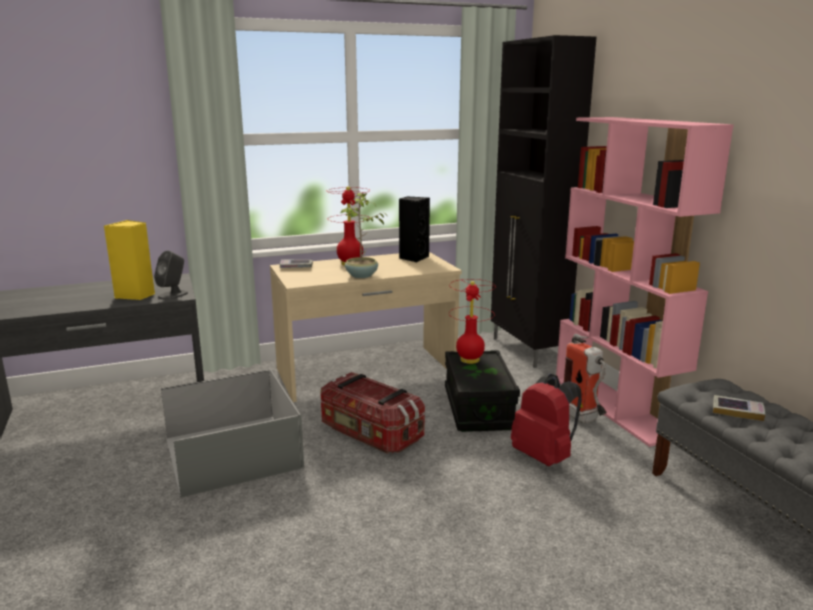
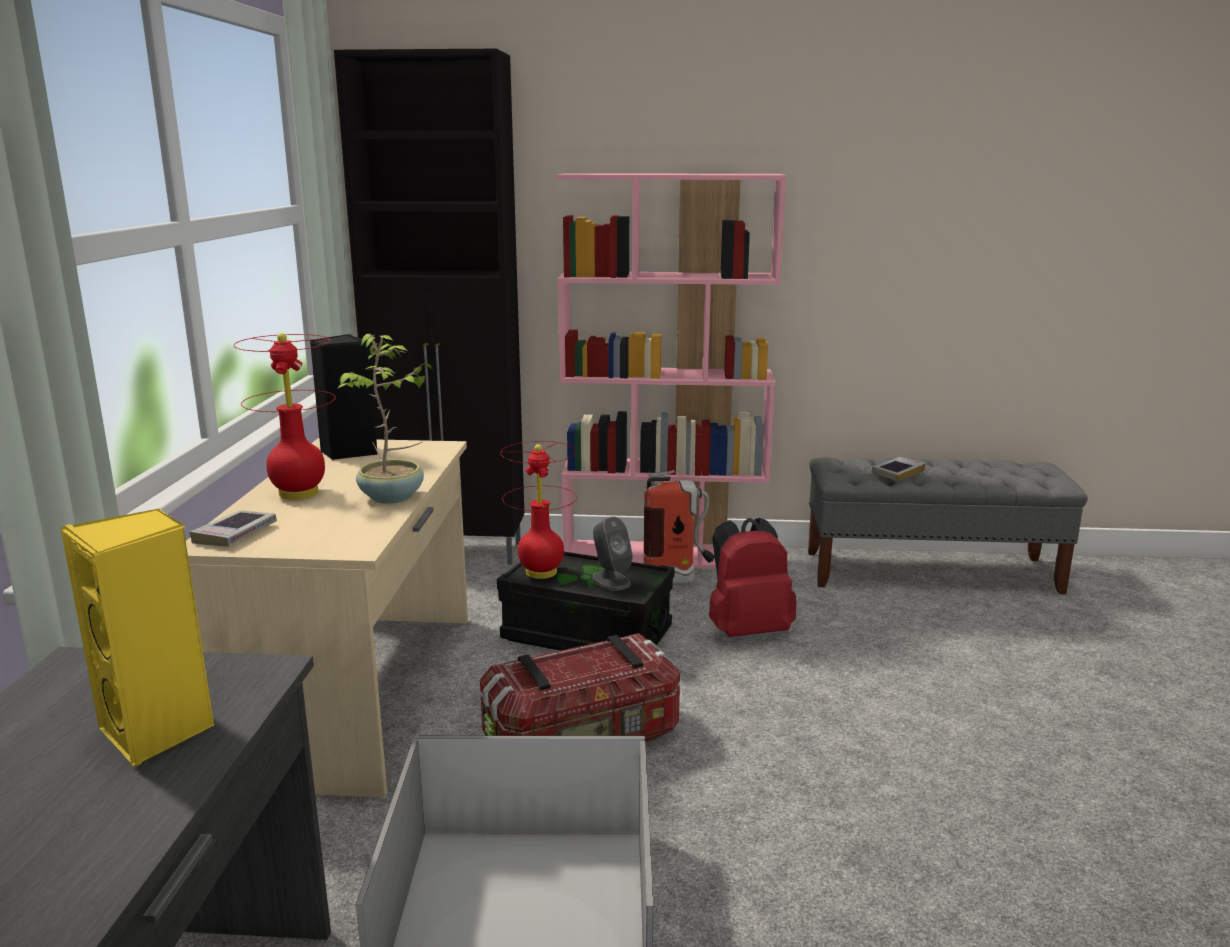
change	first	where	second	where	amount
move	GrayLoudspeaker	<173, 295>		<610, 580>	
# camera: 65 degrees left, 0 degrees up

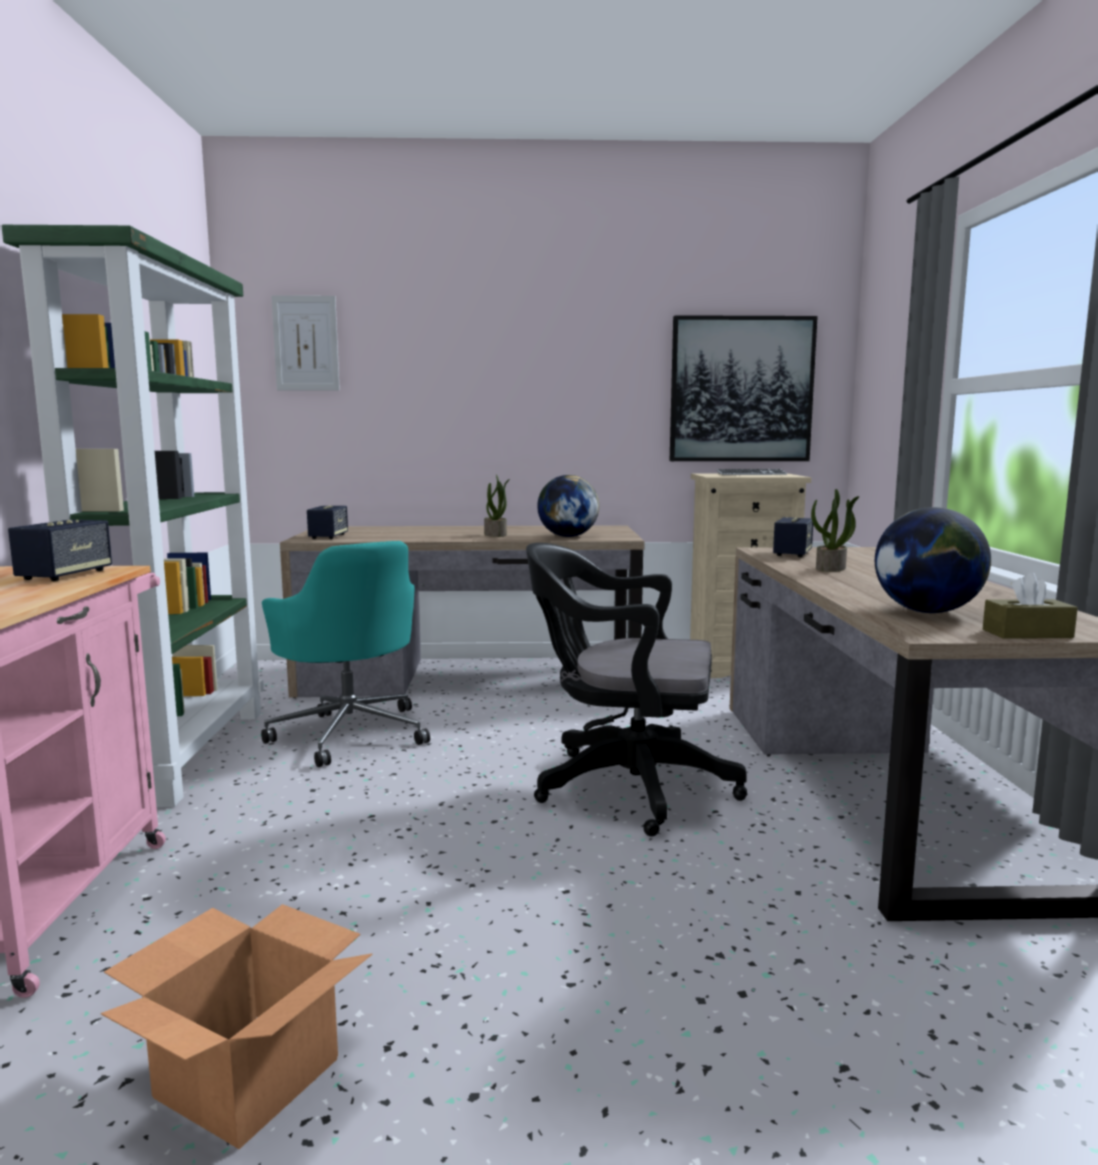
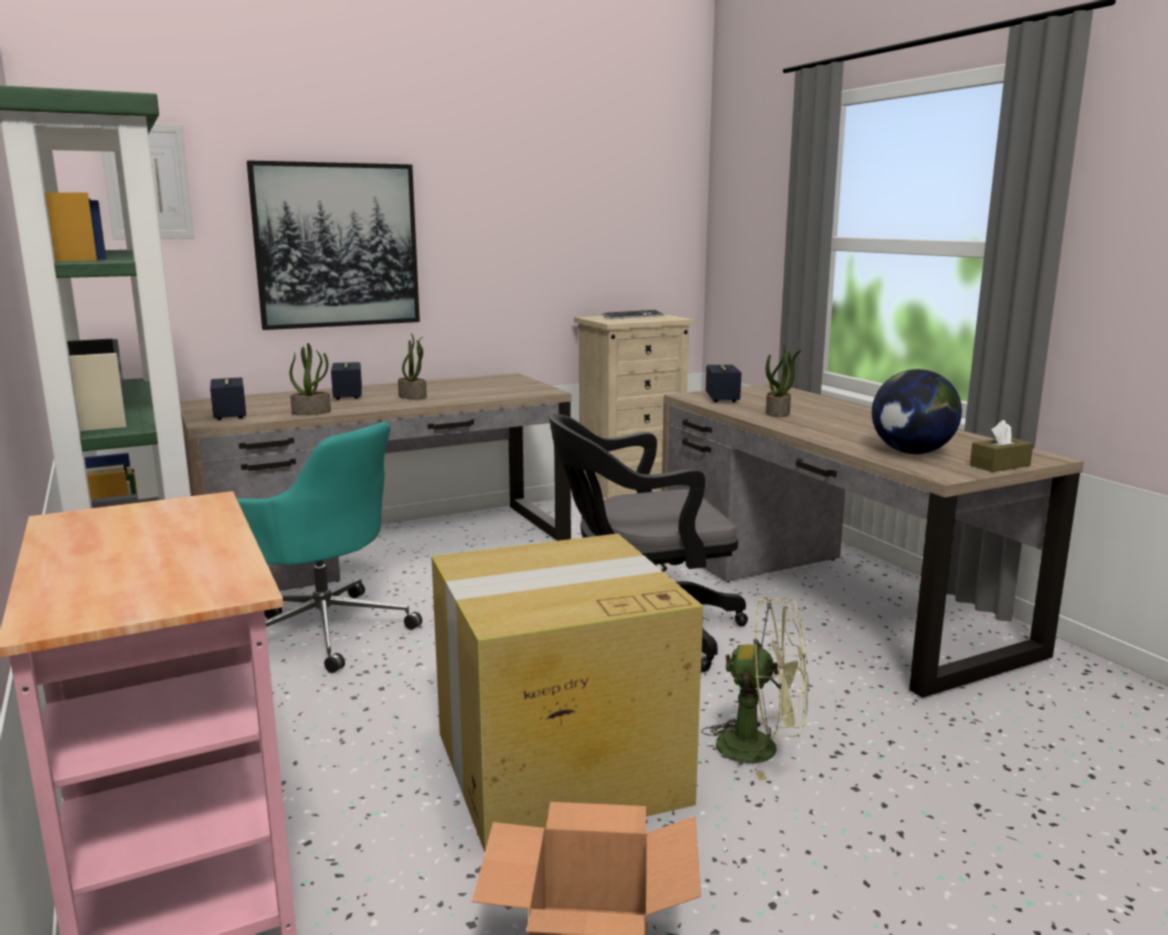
change	first	where	second	where	amount
move	WallArt	<741, 389>		<337, 245>	
delete	WorldGlobe	<568, 536>			
move	Loudspeaker	<65, 575>		<348, 396>	
insert			Houseplant	<312, 412>	
insert			CardboardBox	<556, 768>	
insert			GreenishFan	<761, 748>	
# camera: 25 degrees left, 5 degrees up

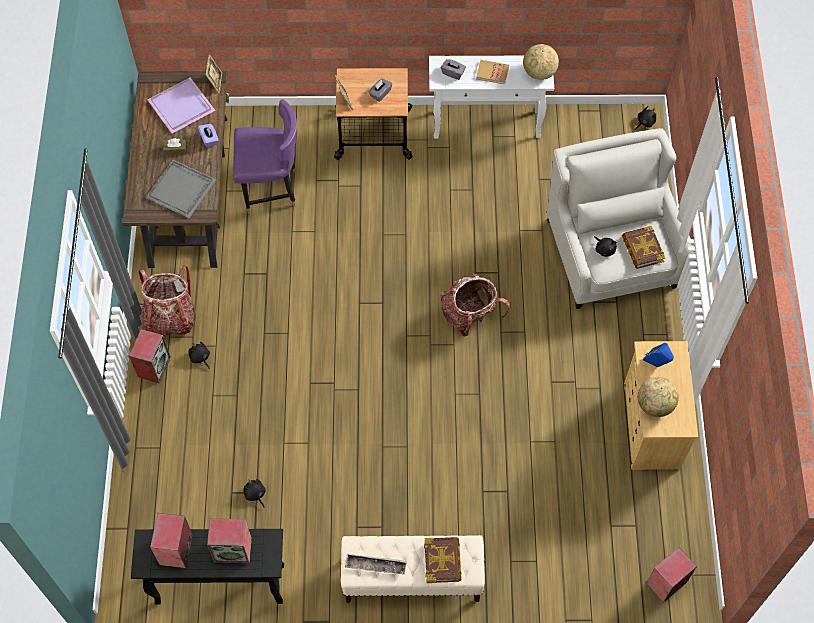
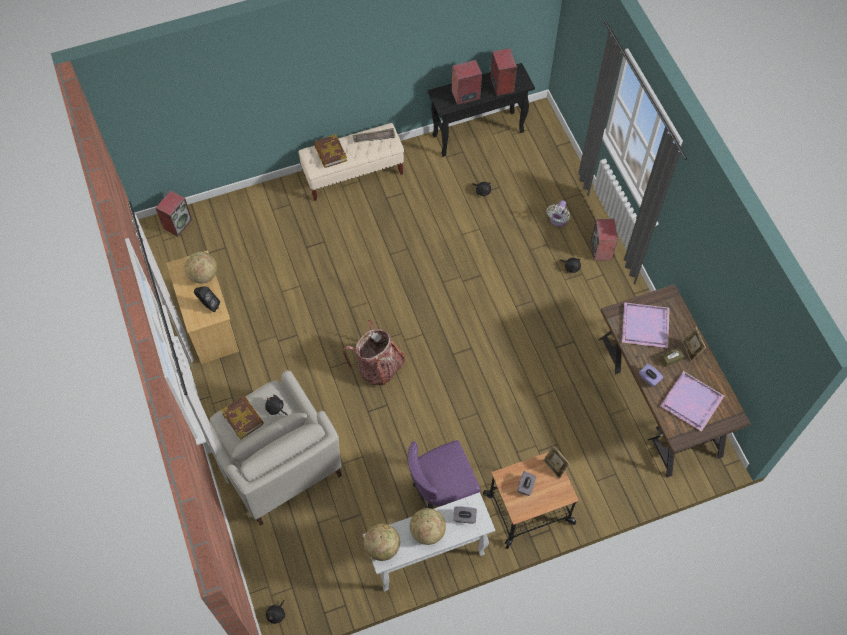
change	first	where	second	where	amount
move	StandingFrame	<215, 82>		<690, 350>	
replace	Book	<492, 73>	WorldGlobe	<427, 531>	
move	PurpleUprightChair	<271, 189>		<440, 496>	
recolor	GrayCarryingTray	<182, 189>	PurpleCarryingTray	<644, 326>	
delete	Backpack	<171, 318>			
recolor	BlueColouredLoudspeaker	<656, 364>	BlackLoudspeaker	<208, 306>	
insert			WhitishFan	<557, 220>	
# camera: 160 degrees right, 0 degrees up

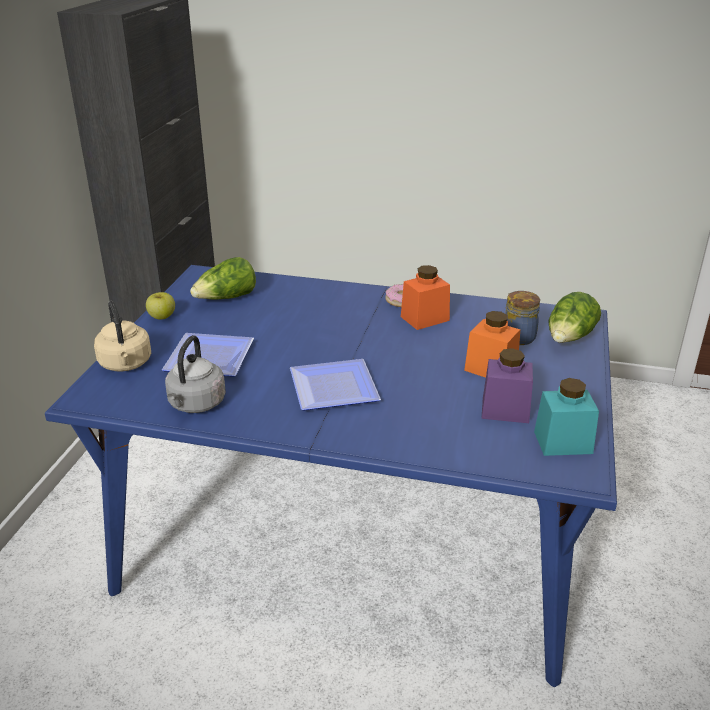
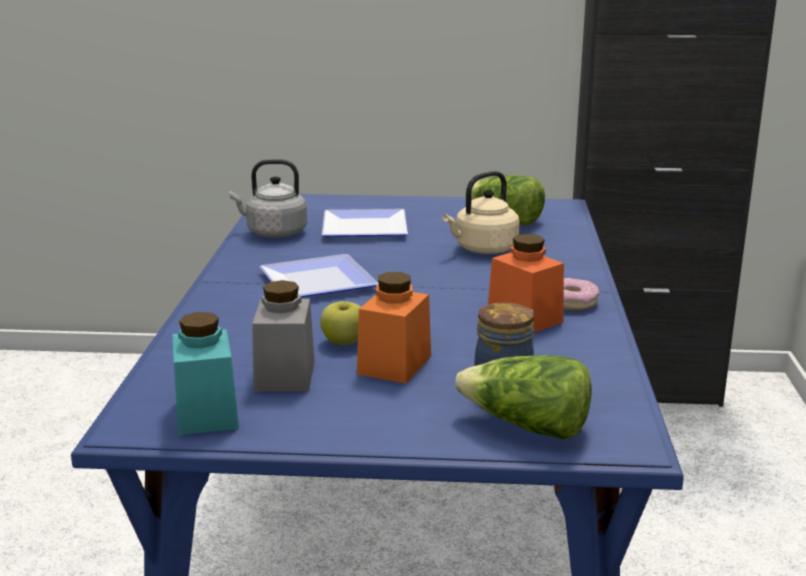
change	first	where	second	where	amount
move	Apple	<162, 317>		<344, 342>	
move	SandColouredTeaKettle	<126, 364>		<483, 249>	
recolor	PurplePreserveJar	<505, 410>	GrayPreserveJar	<285, 375>	
# camera: 80 degrees right, 10 degrees down

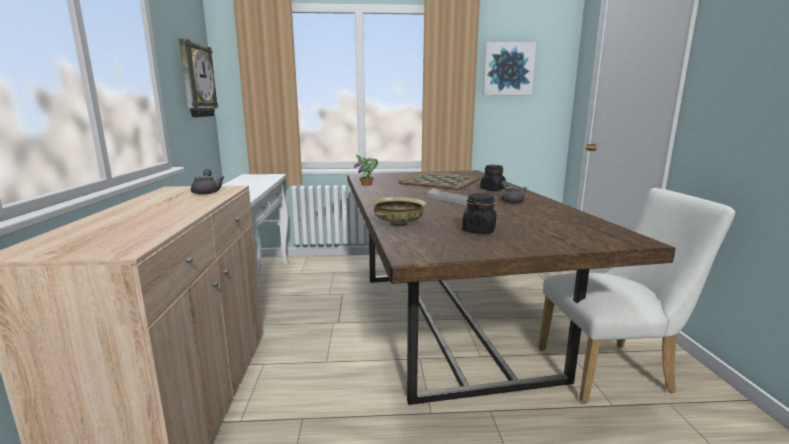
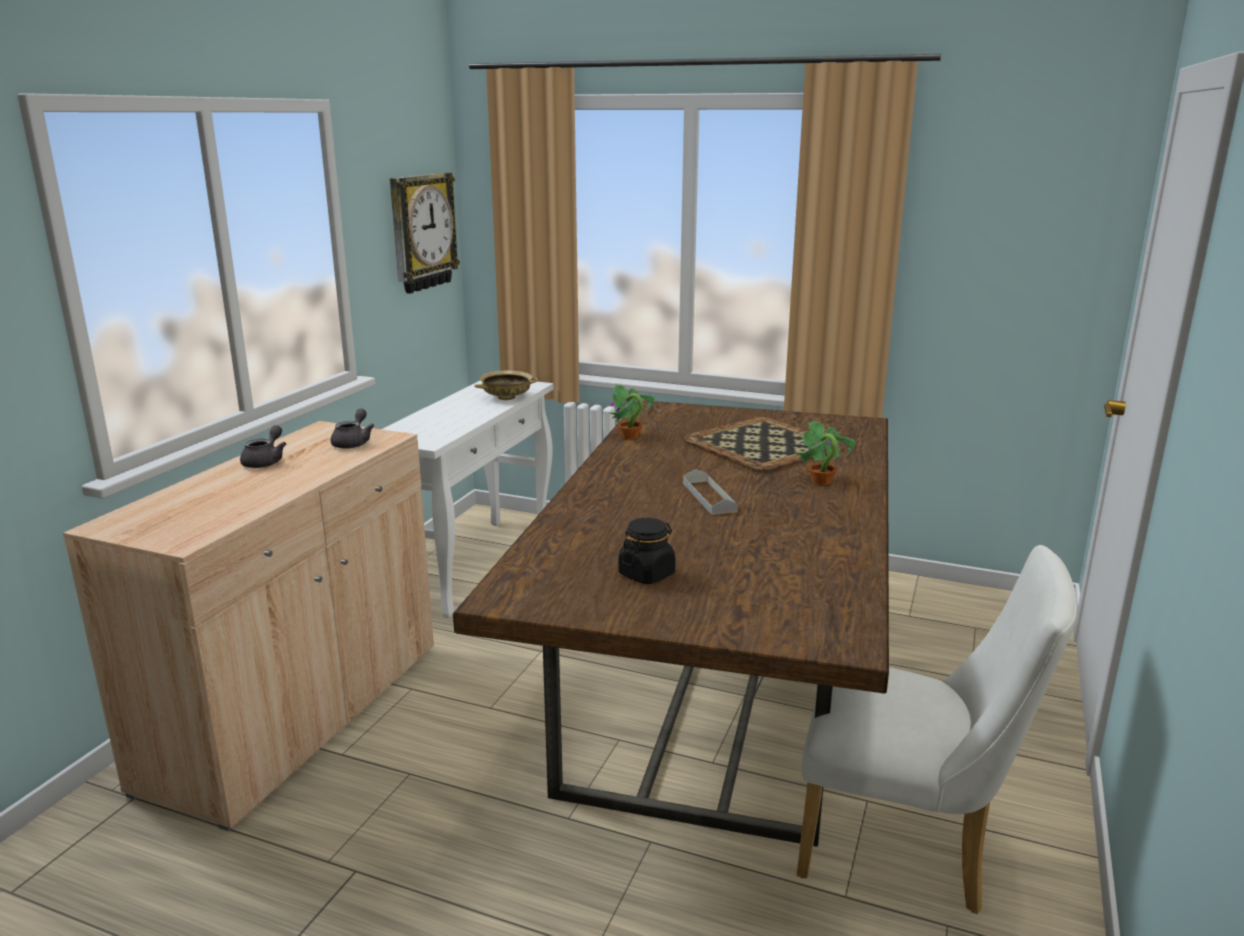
change	first	where	second	where	amount
delete	WallArt	<508, 69>			
replace	BlackPreserveJar	<492, 189>	Houseplant	<821, 481>	
move	GrayTeaPot	<510, 200>		<266, 461>	
move	SandColouredDeepDish	<399, 224>		<507, 397>	
# camera: 25 degrees right, 5 degrees up

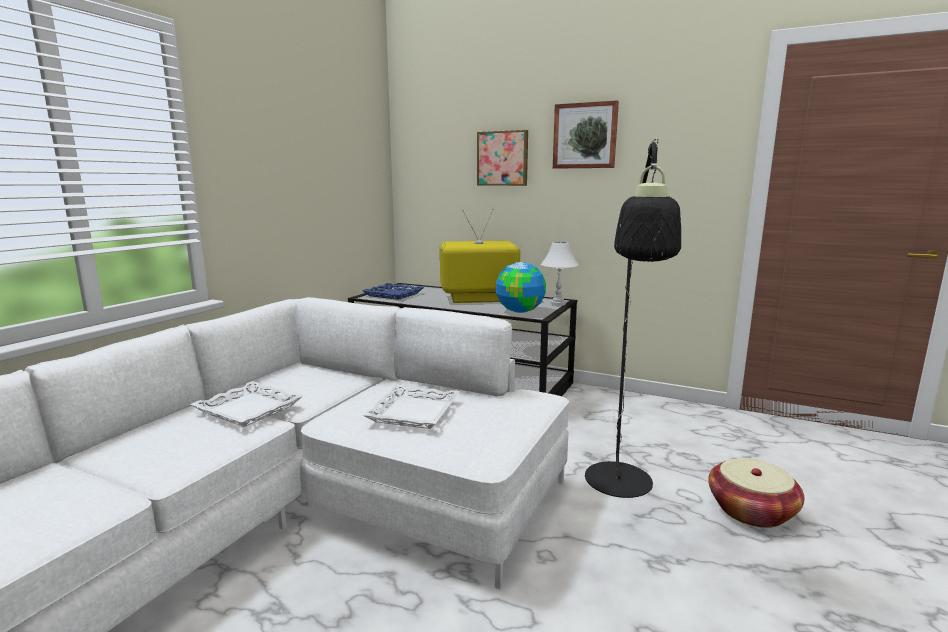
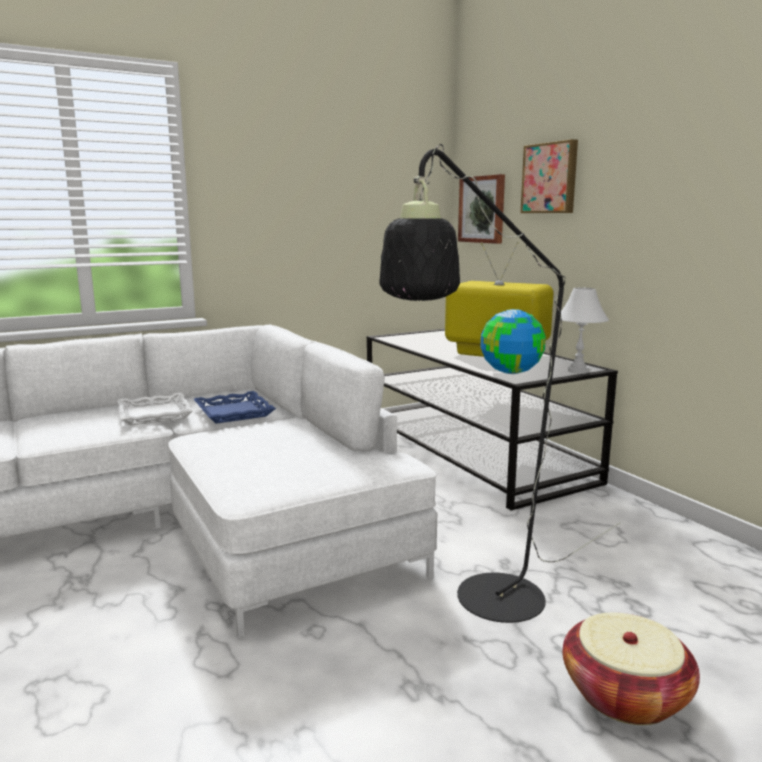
change	first	where	second	where	amount
move	WallArt	<585, 136>		<482, 209>	
move	BlueColouredCarryingTray	<393, 295>		<233, 412>	
delete	WhitishCarryingTray	<414, 412>			
# camera: 35 degrees right, 0 degrees up

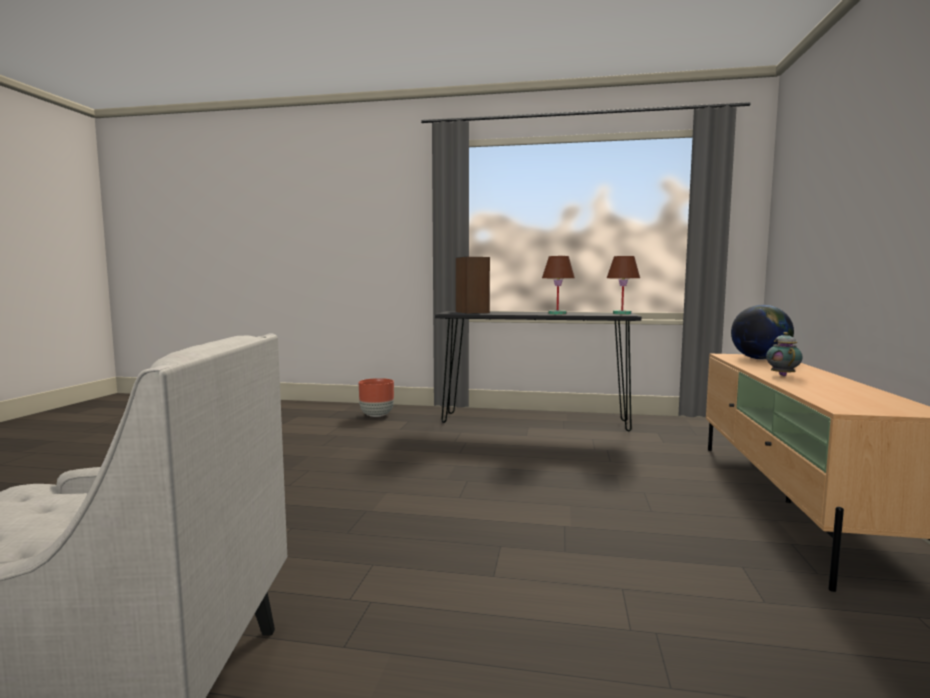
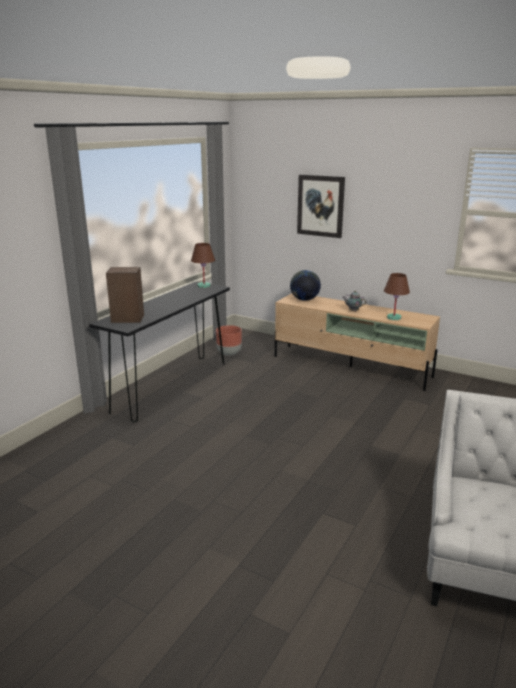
change	first	where	second	where	amount
move	BrownColouredTabletopLamp	<557, 314>		<394, 317>	
move	BrownColouredPlanter	<377, 416>		<229, 353>	
insert			WallArt	<320, 206>	
# camera: 70 degrees left, 15 degrees up

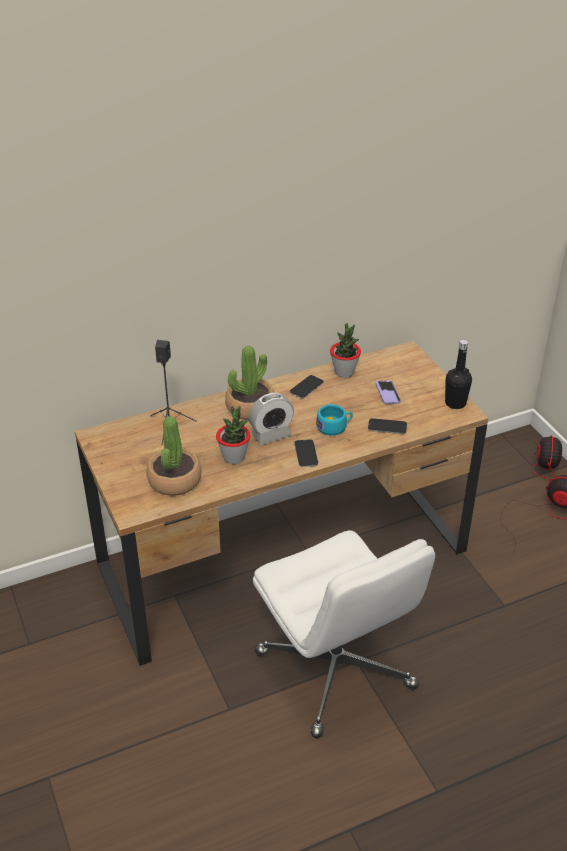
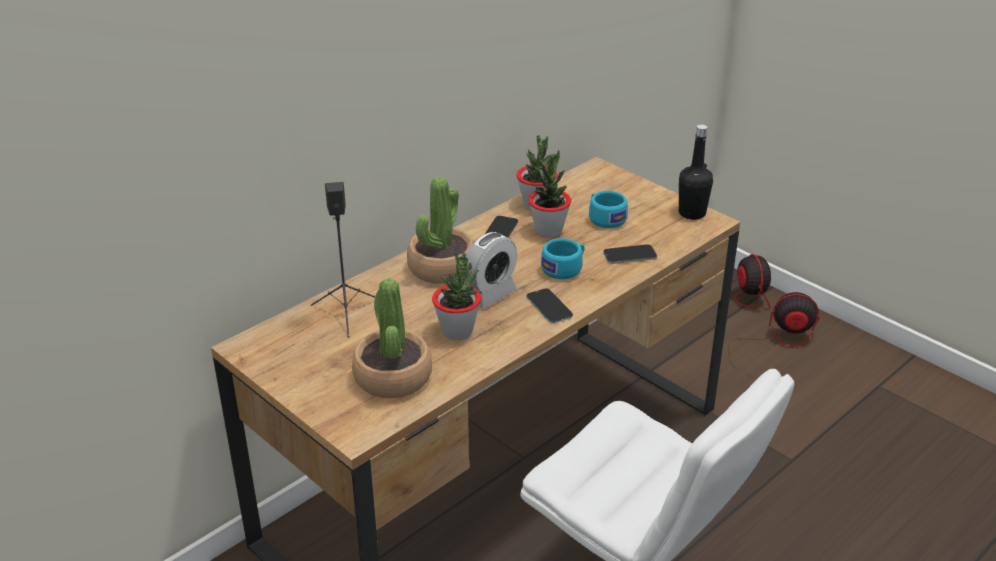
change	first	where	second	where	amount
replace	Handset	<387, 393>	TurquoiseDrinkingCup	<604, 218>	
insert			Houseplant	<548, 231>	
# camera: 20 degrees left, 5 degrees down

